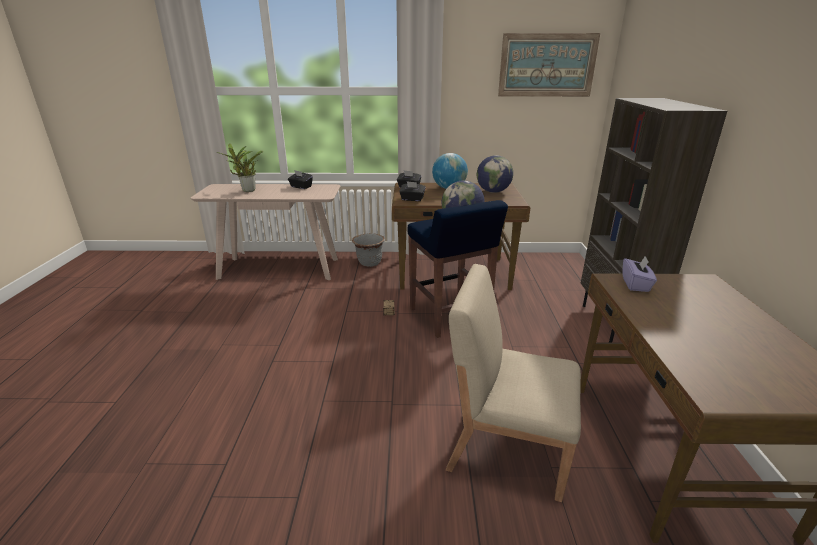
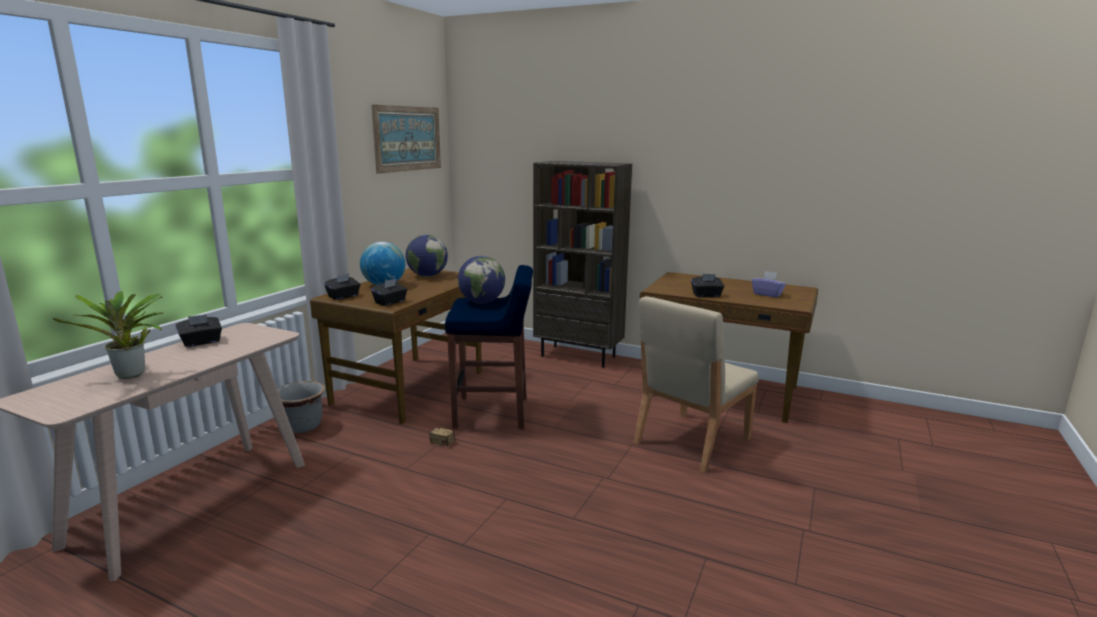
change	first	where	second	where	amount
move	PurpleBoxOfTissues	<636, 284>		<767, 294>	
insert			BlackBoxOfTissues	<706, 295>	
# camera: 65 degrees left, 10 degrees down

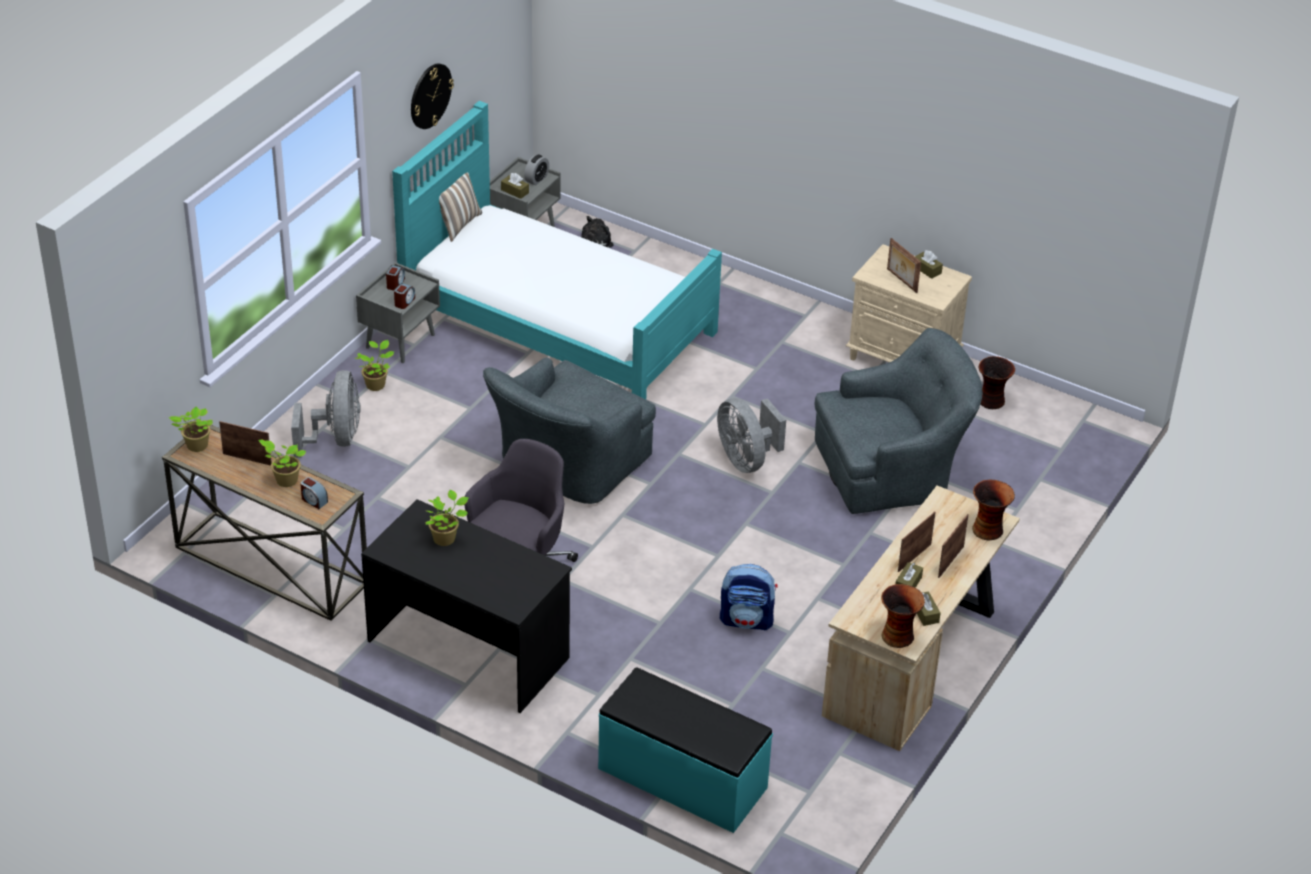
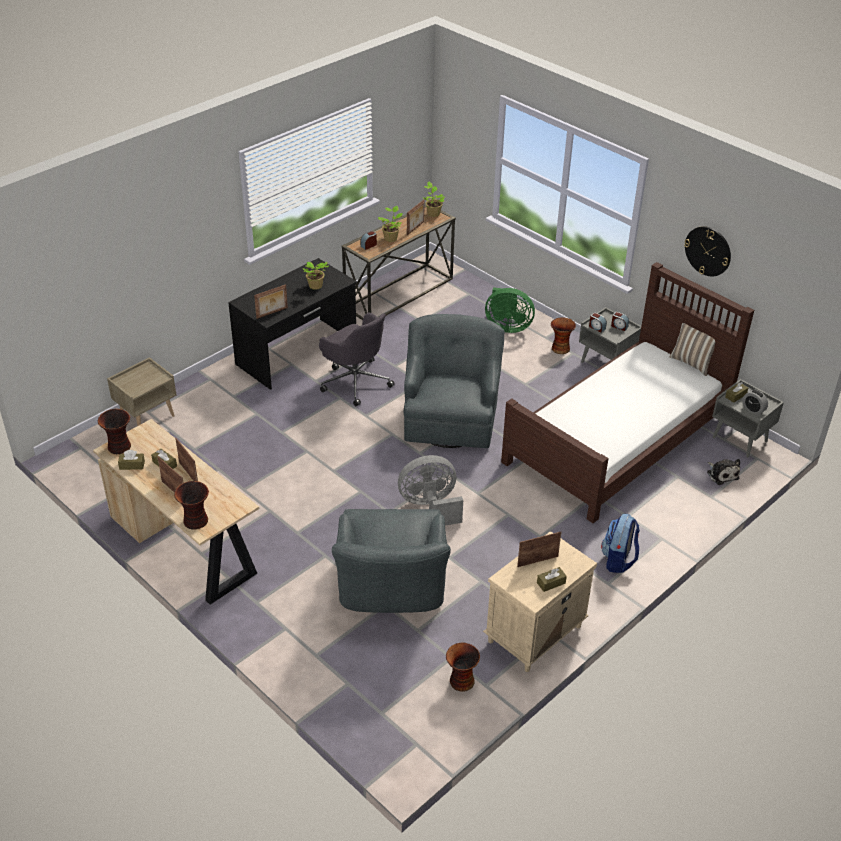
change	first	where	second	where	amount
recolor	TurquoiseBed	<557, 322>	BrownColouredBed	<618, 438>	
replace	Houseplant	<376, 384>	DecorativeVase	<560, 348>	
rotate	GrayEasyChair	<567, 466>		<450, 417>	45 degrees clockwise
recolor	GrayFan	<335, 439>	GreenishFan	<507, 326>	
move	Backpack	<747, 620>		<618, 560>	
replace	TurquoiseIndoorBench	<682, 779>	SandColouredNightTable	<147, 416>	
insert			StandingFrame	<272, 313>	
# camera: 105 degrees right, 0 degrees up

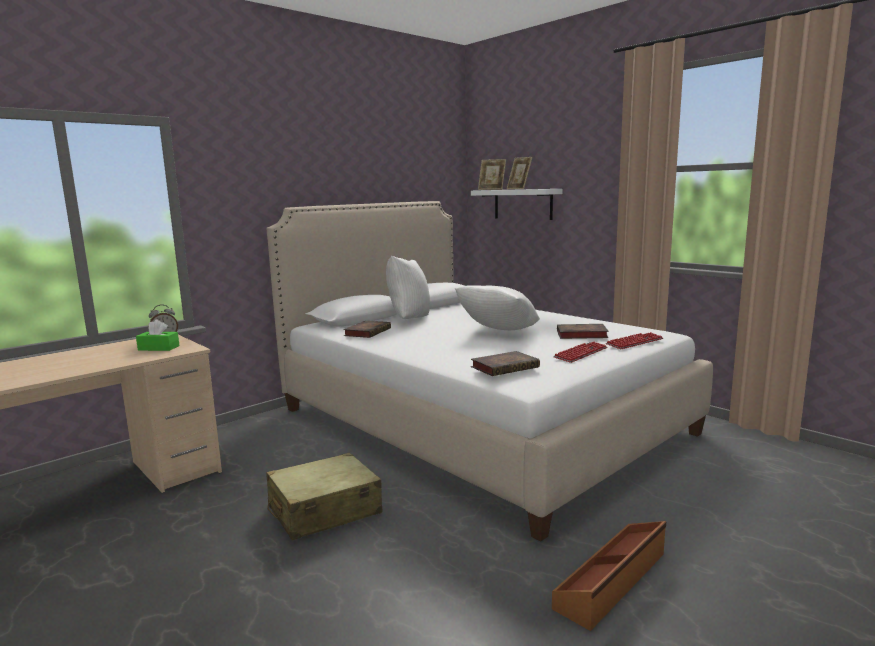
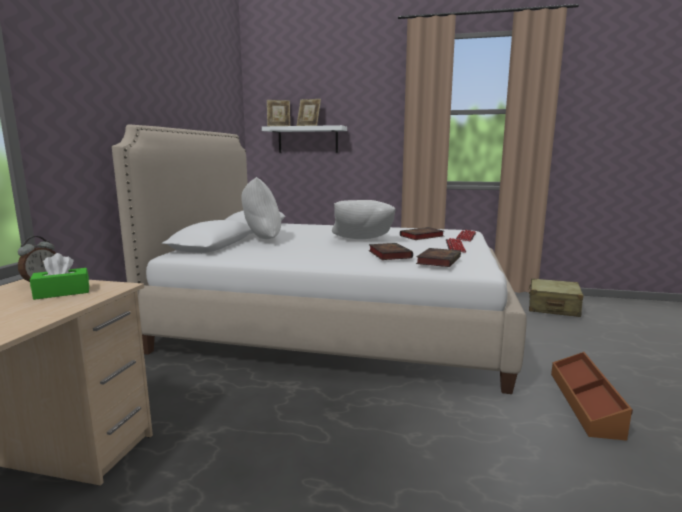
change	first	where	second	where	amount
move	Book	<368, 332>		<388, 254>	
move	SandColouredPieceOfLuggage	<324, 511>		<553, 307>	
# camera: 35 degrees left, 0 degrees up

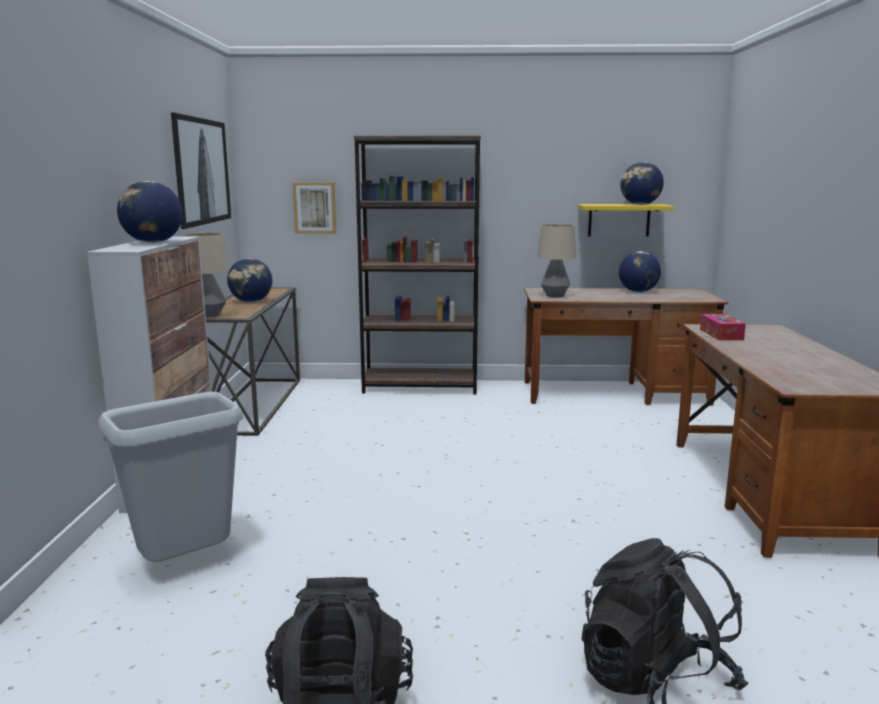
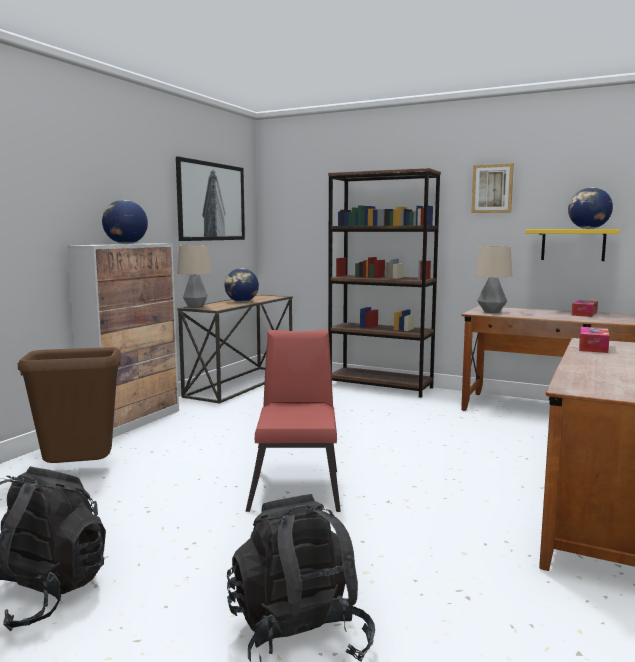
change	first	where	second	where	amount
move	WallArt	<315, 208>		<492, 189>	
replace	WorldGlobe	<638, 291>	BoxOfTissues	<584, 314>	
recolor	GrayWasteBin	<187, 564>	BrownColouredWasteBin	<80, 472>	
insert			RedUprightChair	<297, 485>	
# camera: 25 degrees right, 5 degrees down

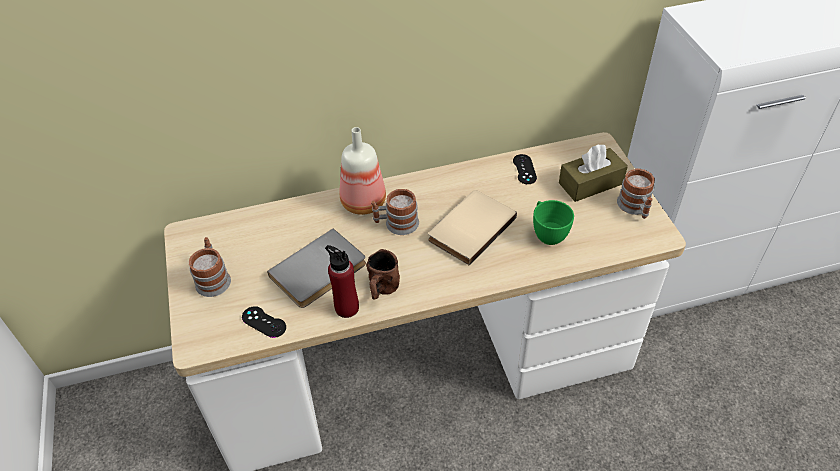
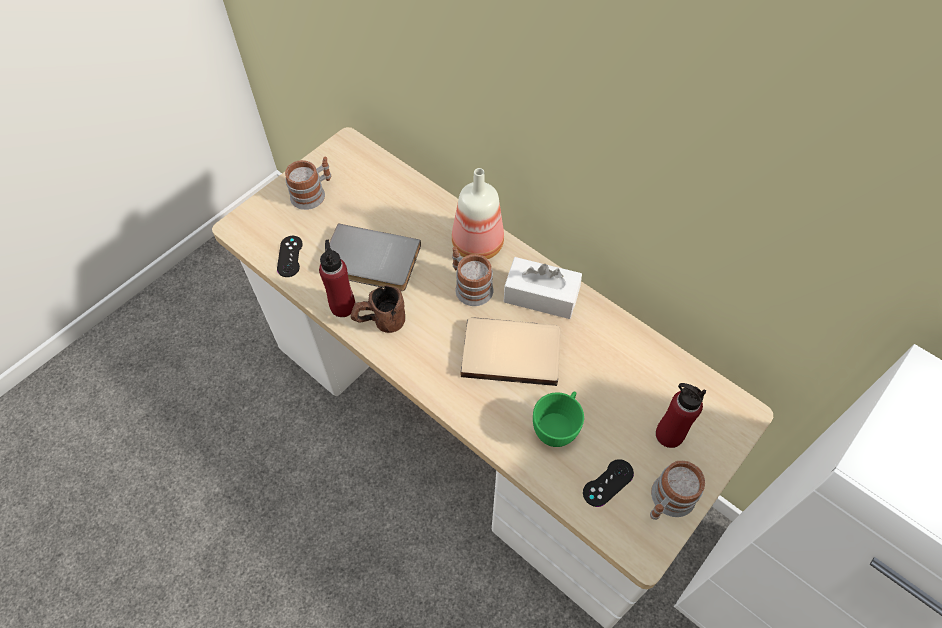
change	first	where	second	where	amount
replace	BrownColouredBoxOfTissues	<590, 183>	RedBottle	<669, 434>	
move	BlackGamepad	<524, 169>		<608, 483>	
insert			WhitishBoxOfTissues	<541, 296>	
# camera: 55 degrees right, 10 degrees up

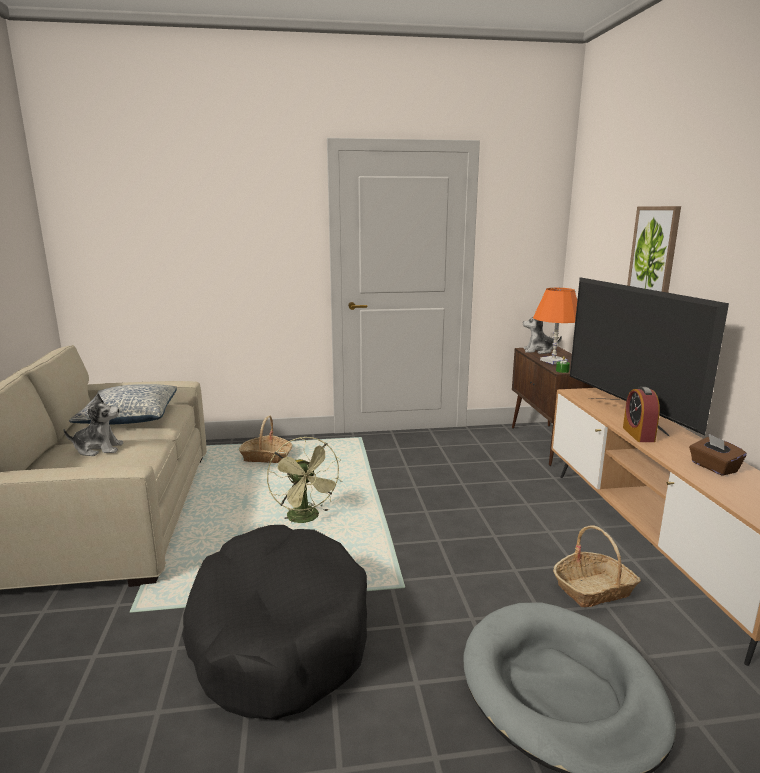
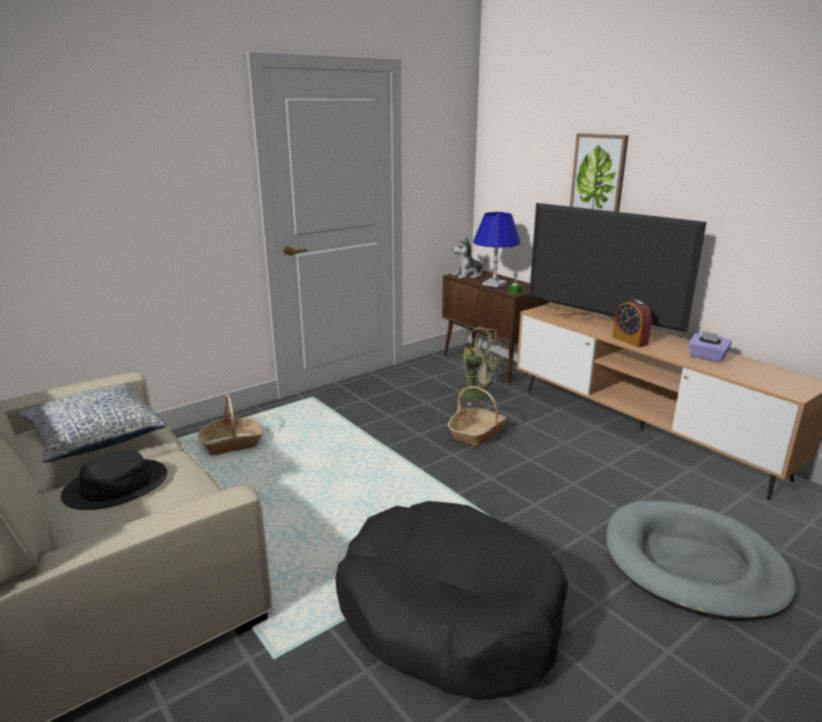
change	first	where	second	where	amount
recolor	OrangeTabletopLamp	<553, 361>	BlueColouredTabletopLamp	<494, 284>	
replace	CuddlyToy	<98, 449>	BlackHat	<116, 486>	
recolor	BrownColouredBoxOfTissues	<713, 467>	PurpleBoxOfTissues	<706, 357>	
move	GreenishFan	<307, 519>		<477, 395>	
move	Basket	<594, 589>		<476, 433>	
# camera: 30 degrees left, 5 degrees up

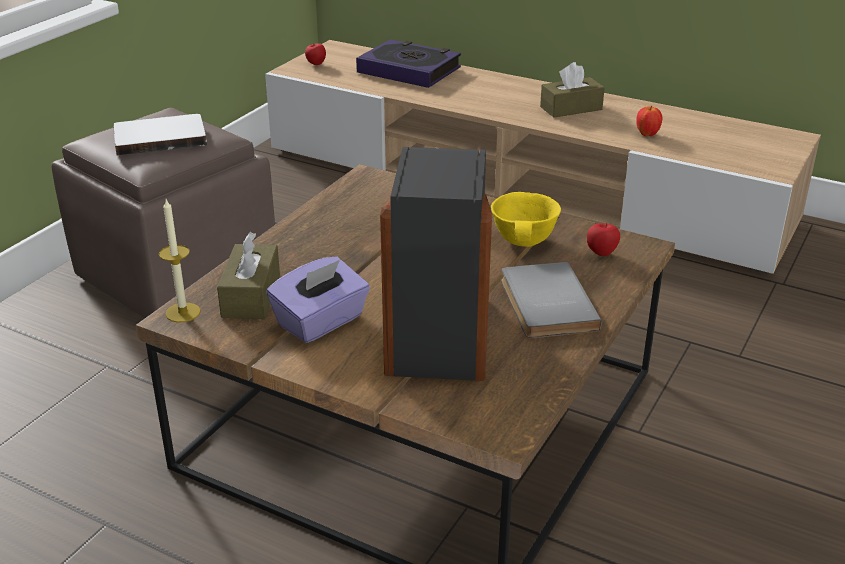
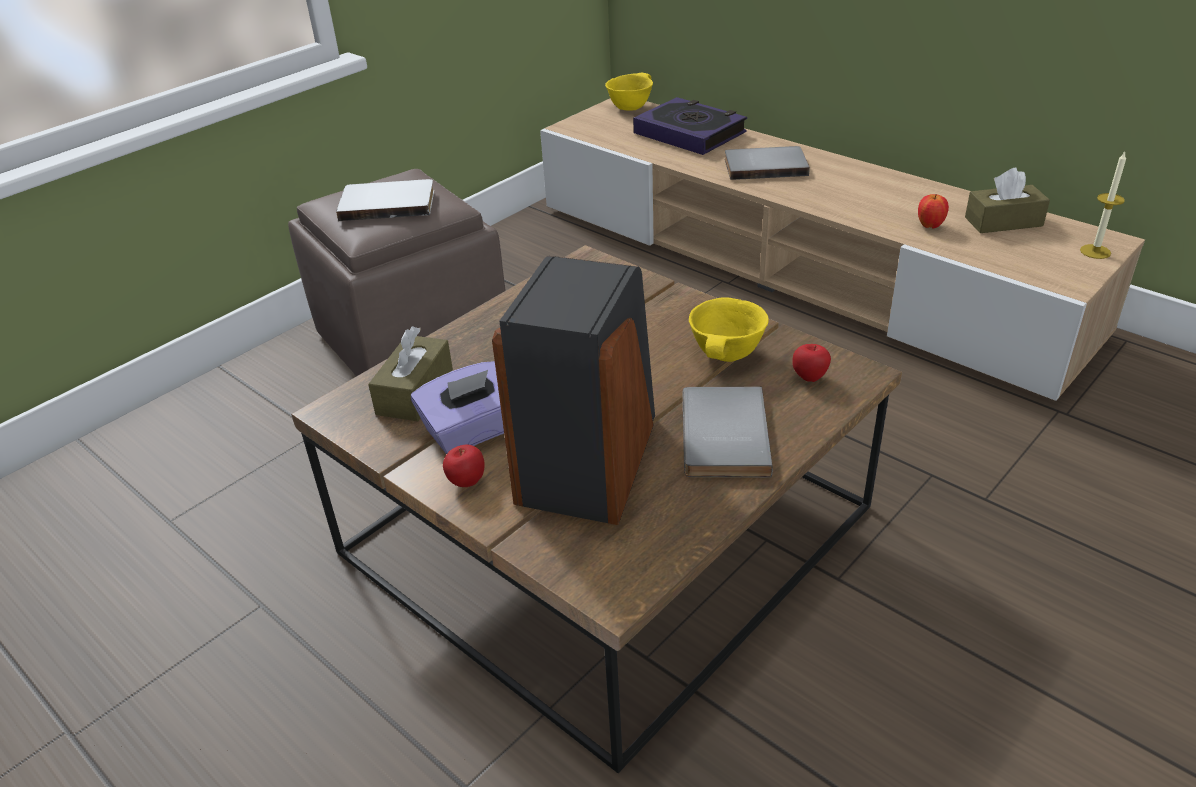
change	first	where	second	where	amount
move	Apple	<316, 64>		<466, 482>	
move	BrownColouredBoxOfTissues	<571, 108>		<1003, 222>	
move	Candle	<183, 312>		<1095, 251>	
insert			YellowColouredDeepDish	<630, 107>	
insert			GrayBook	<765, 166>	
# camera: 15 degrees right, 5 degrees up

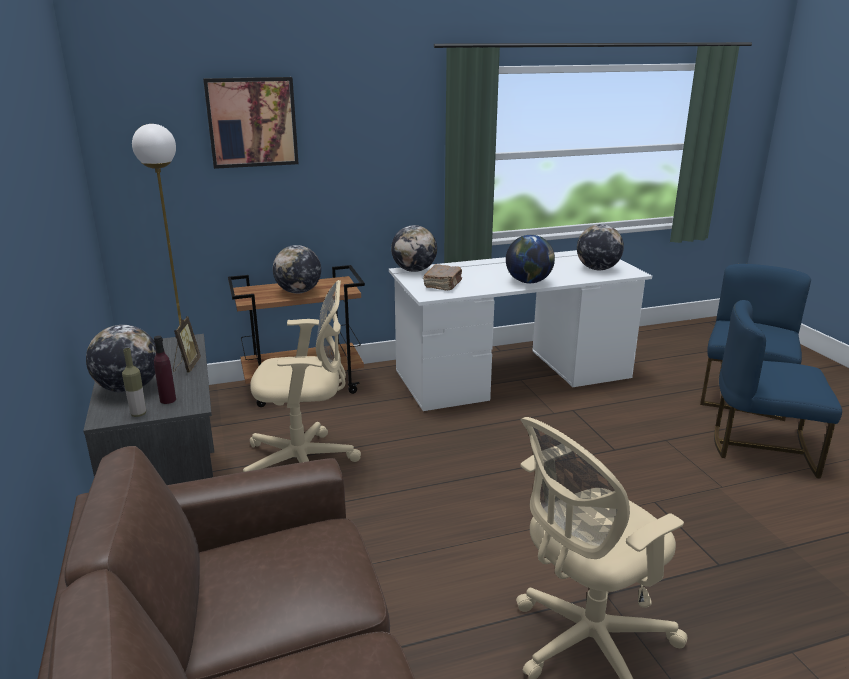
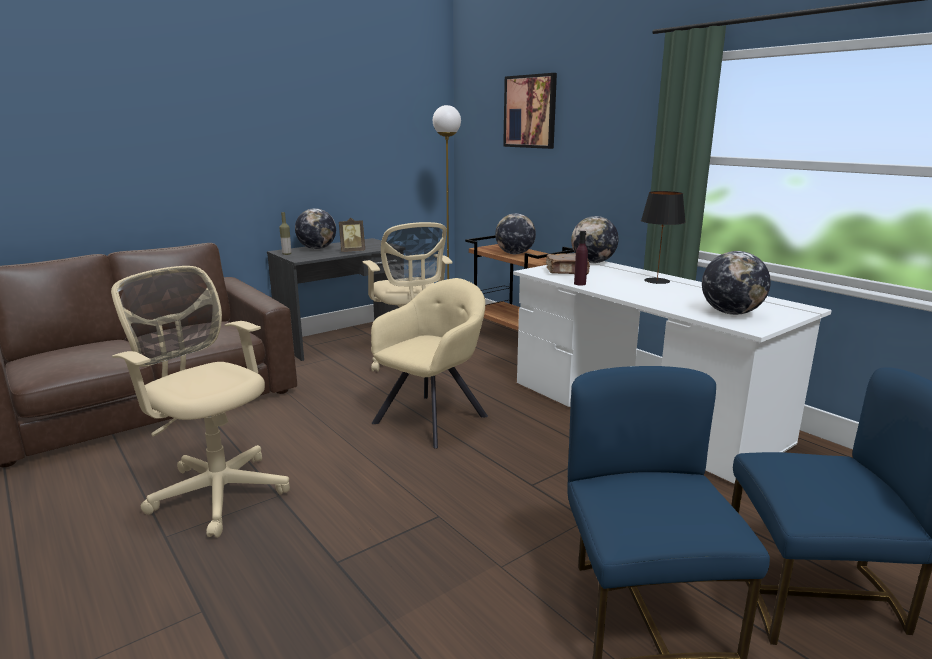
change	first	where	second	where	amount
delete	WorldGlobe	<529, 282>			
move	PurpleBottle	<168, 400>		<580, 283>	
insert			BlackTabletopLamp	<657, 281>	
insert			SandColouredEasyChair	<433, 417>	
# camera: 70 degrees right, 5 degrees down

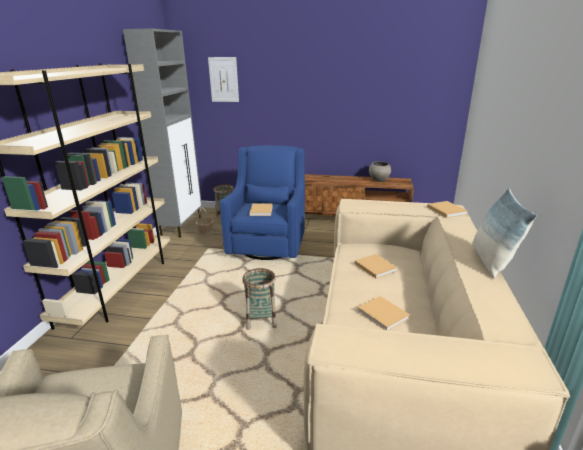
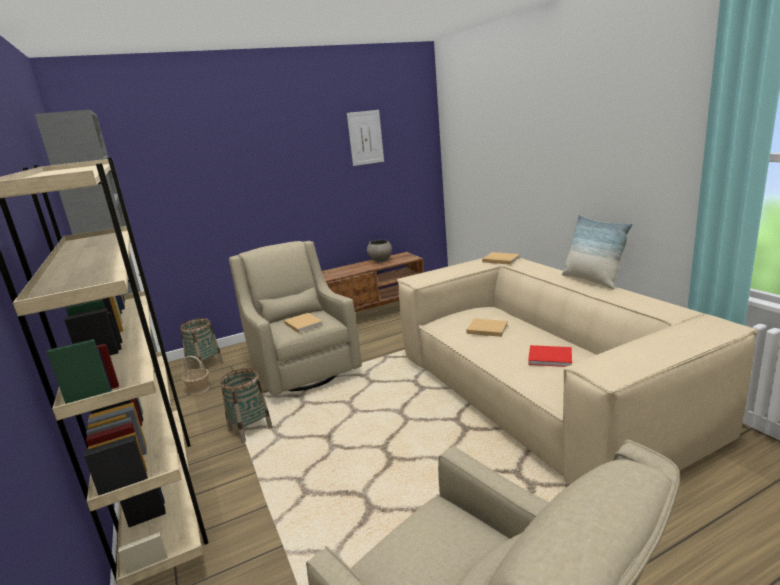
change	first	where	second	where	amount
move	WallArt	<223, 79>		<365, 138>	
recolor	BlueColouredEasyChair	<269, 245>	SandColouredEasyChair	<303, 370>	
move	Basket	<261, 320>		<250, 429>	
recolor	SandColouredBook	<384, 315>	RedBook	<551, 358>	
# camera: 35 degrees left, 5 degrees down

